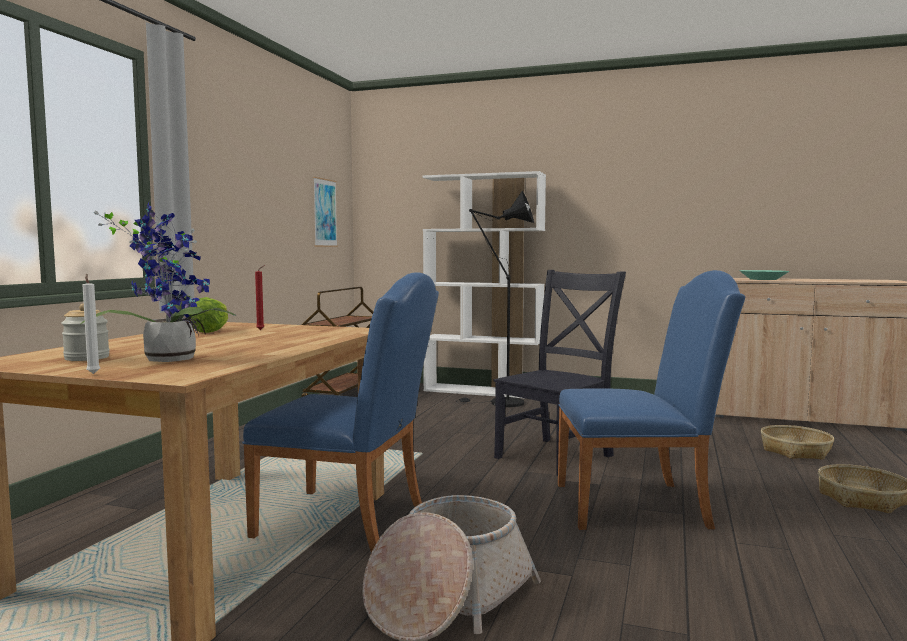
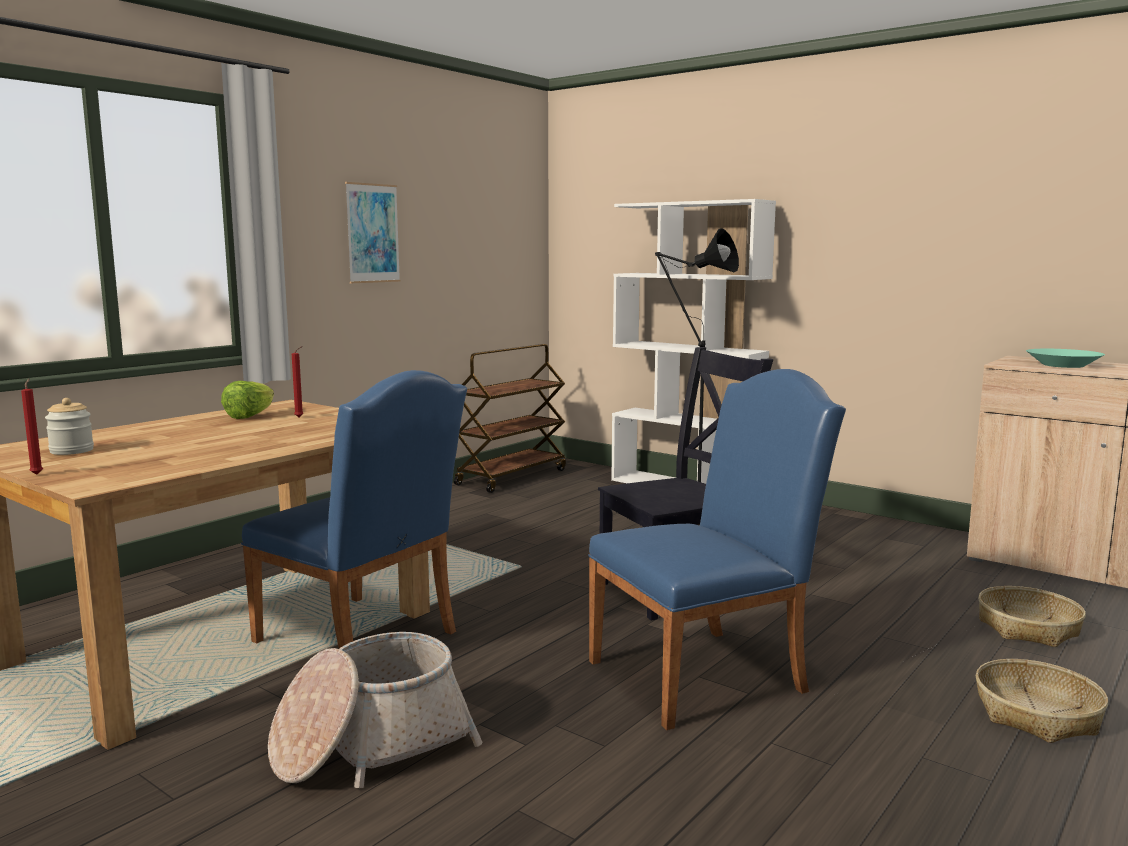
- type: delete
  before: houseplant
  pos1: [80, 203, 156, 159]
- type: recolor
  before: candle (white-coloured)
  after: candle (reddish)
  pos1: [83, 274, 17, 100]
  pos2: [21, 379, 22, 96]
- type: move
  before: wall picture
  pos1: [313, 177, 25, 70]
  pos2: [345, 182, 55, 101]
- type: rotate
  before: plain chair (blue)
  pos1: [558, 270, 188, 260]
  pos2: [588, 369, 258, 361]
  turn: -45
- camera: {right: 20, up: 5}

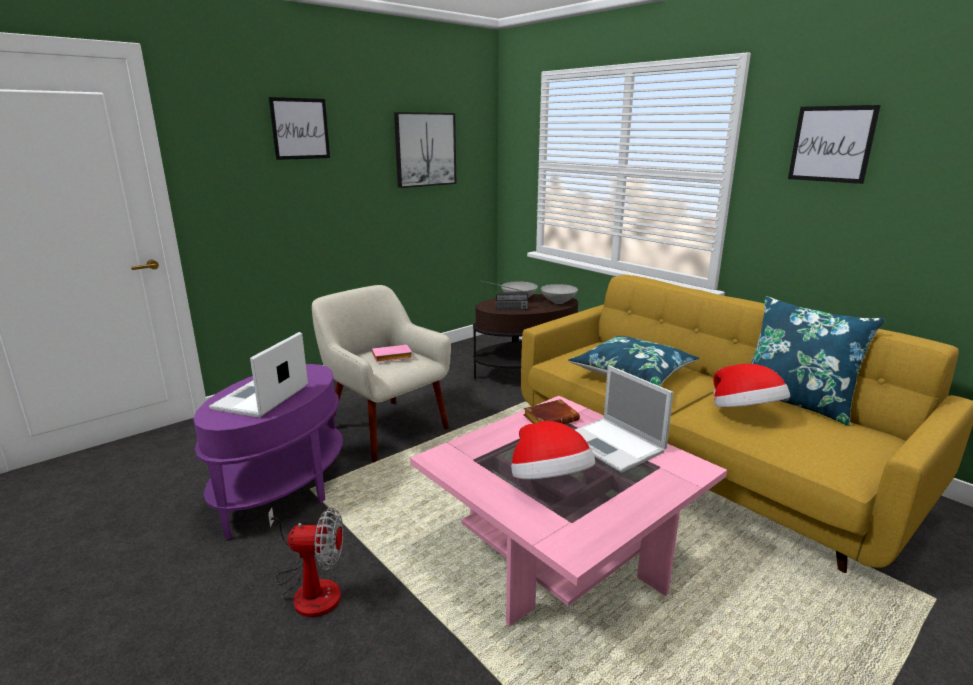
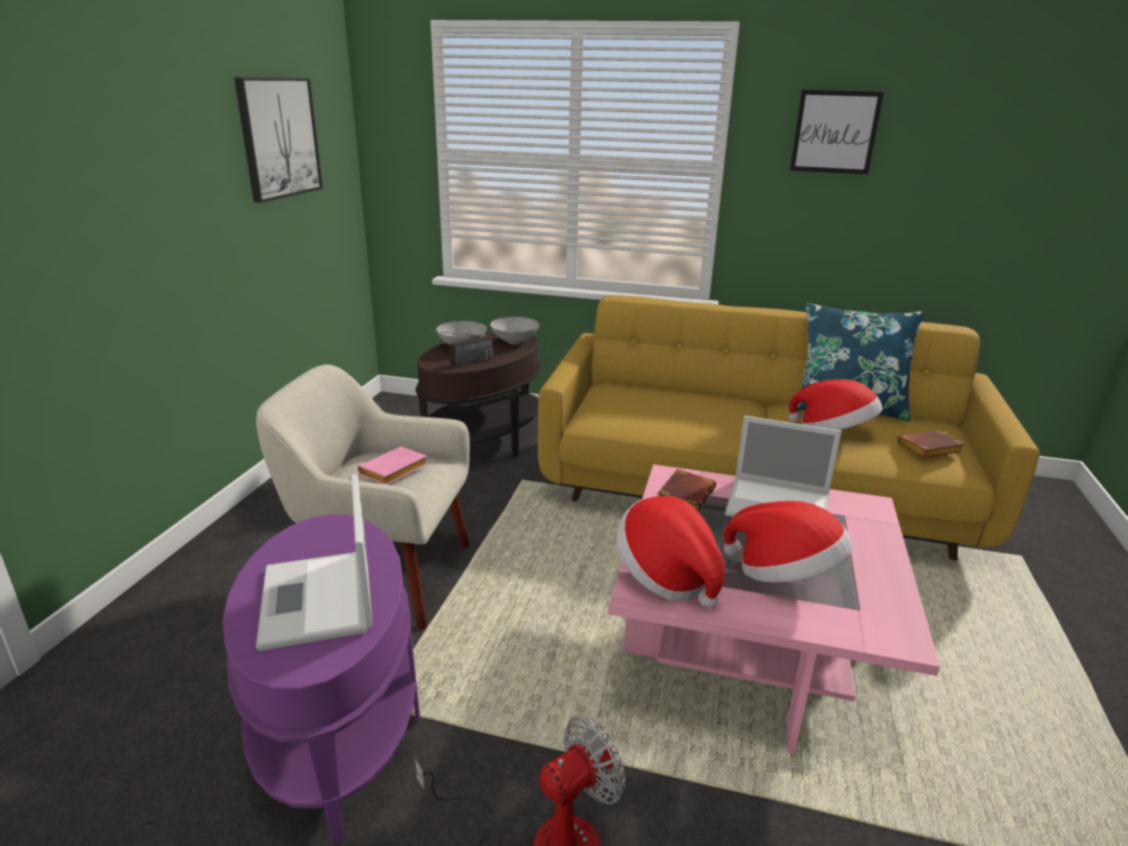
- type: delete
  before: wall picture
  pos1: [269, 97, 61, 63]
- type: delete
  before: pillow (blue)
  pos1: [568, 336, 131, 50]
- type: insert
  after: clothing hat
  pos2: [616, 496, 109, 112]
- type: insert
  after: volume (brownish)
  pos2: [897, 430, 68, 28]
- camera: {right: -35, up: 5}

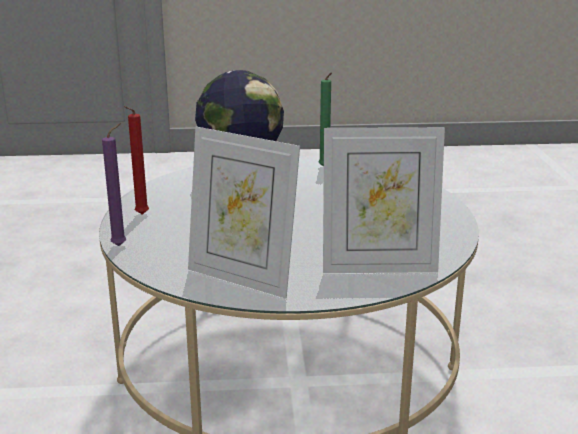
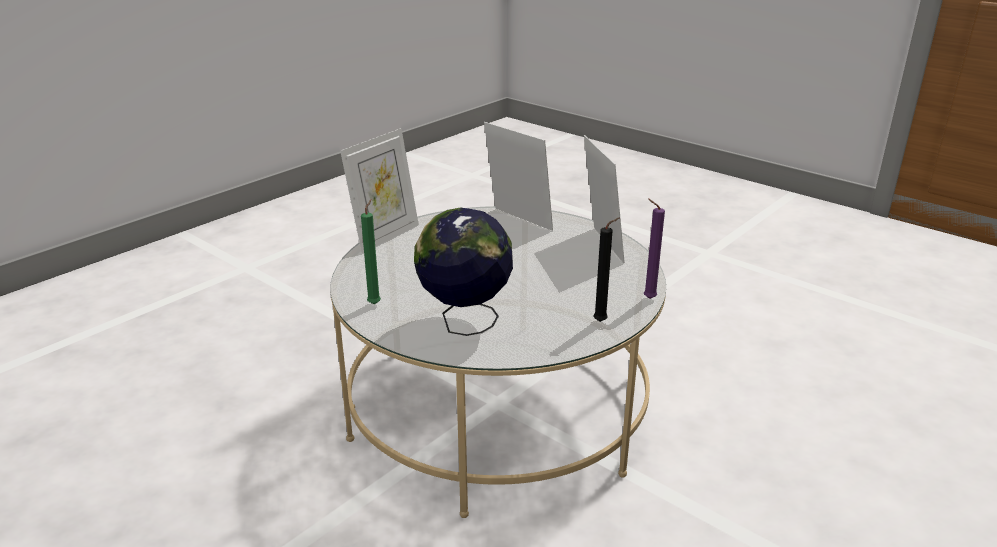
- type: recolor
  before: candle (reddish)
  after: candle (black-coloured)
  pos1: [124, 106, 25, 109]
  pos2: [593, 218, 26, 104]
- type: insert
  after: photo frame
  pos2: [340, 128, 79, 125]
- camera: {right: -135, up: 5}

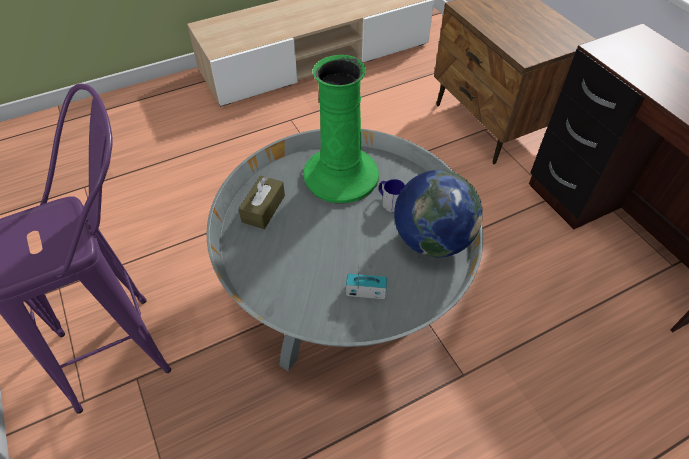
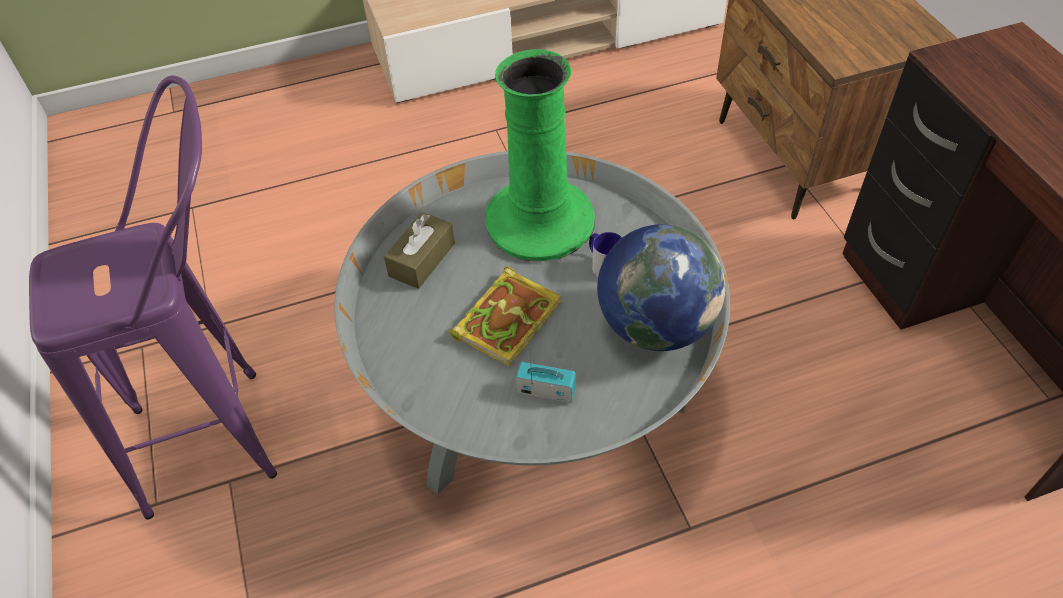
- type: insert
  after: volume
  pos2: [449, 267, 112, 99]
- camera: {right: 10, up: 0}

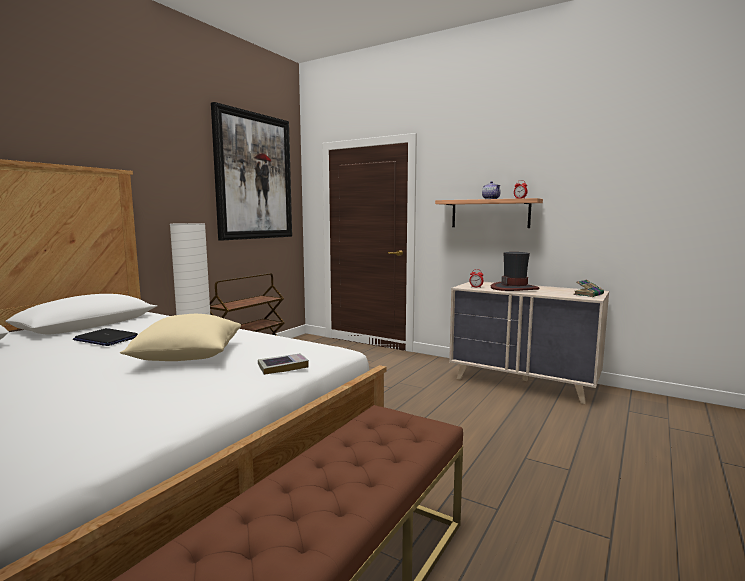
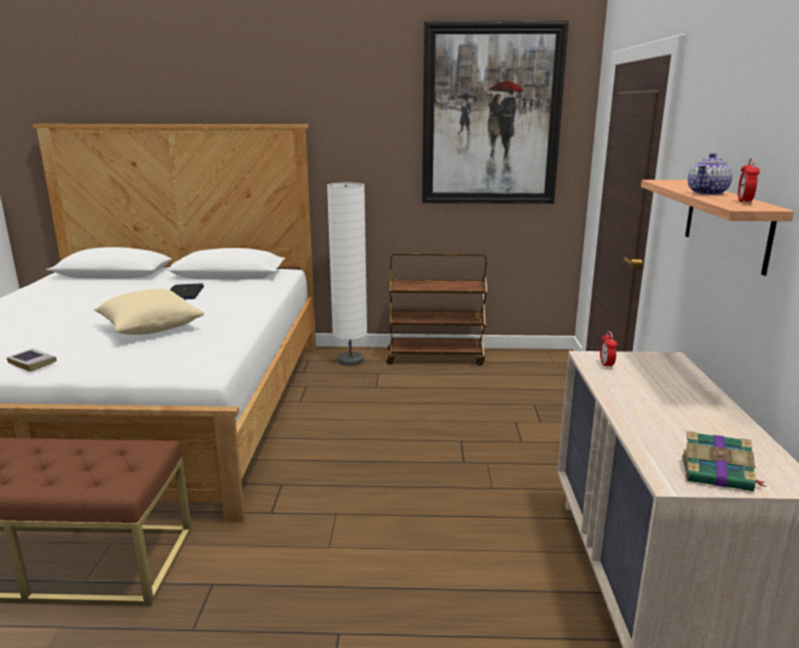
- type: move
  before: volume
  pos1: [258, 353, 51, 22]
  pos2: [7, 348, 50, 24]
- type: delete
  before: clothing hat
  pos1: [491, 252, 49, 39]
- camera: {right: 60, up: 10}

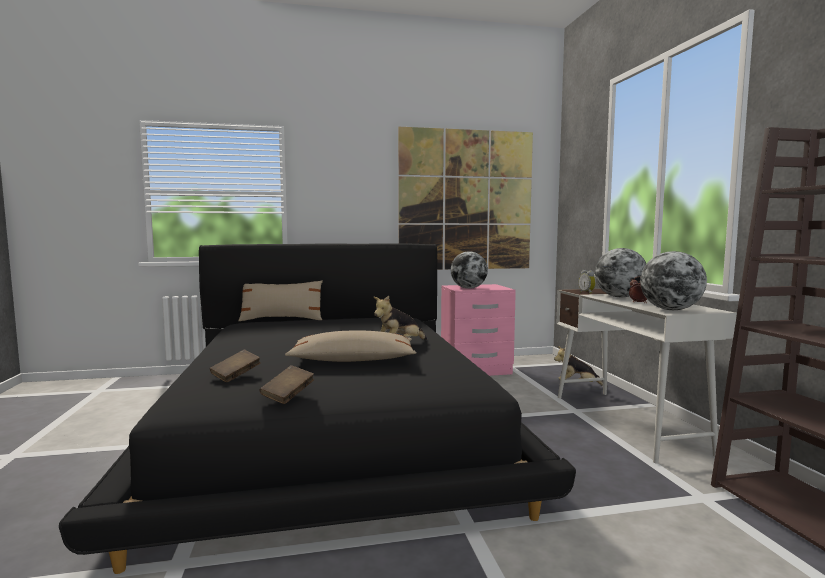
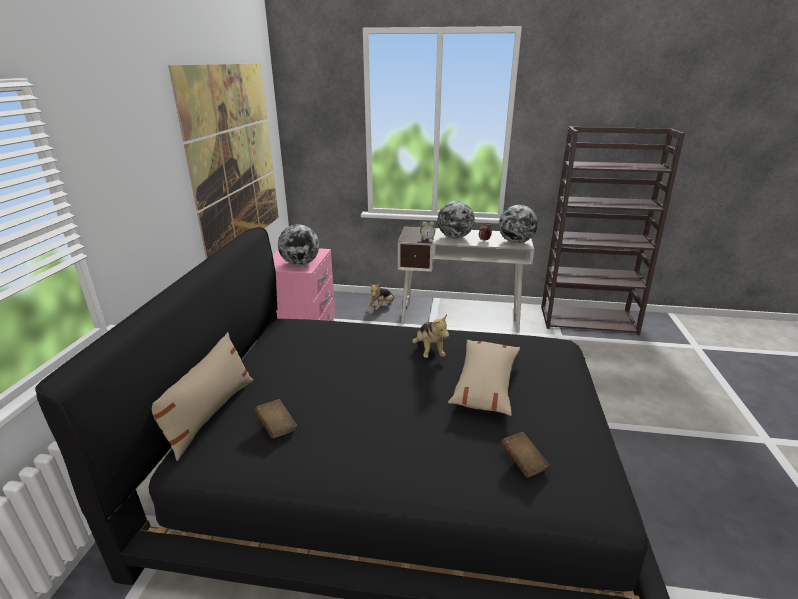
- type: move
  before: volume (brownish)
  pos1: [260, 365, 54, 39]
  pos2: [254, 399, 43, 40]
- camera: {right: -70, up: 20}

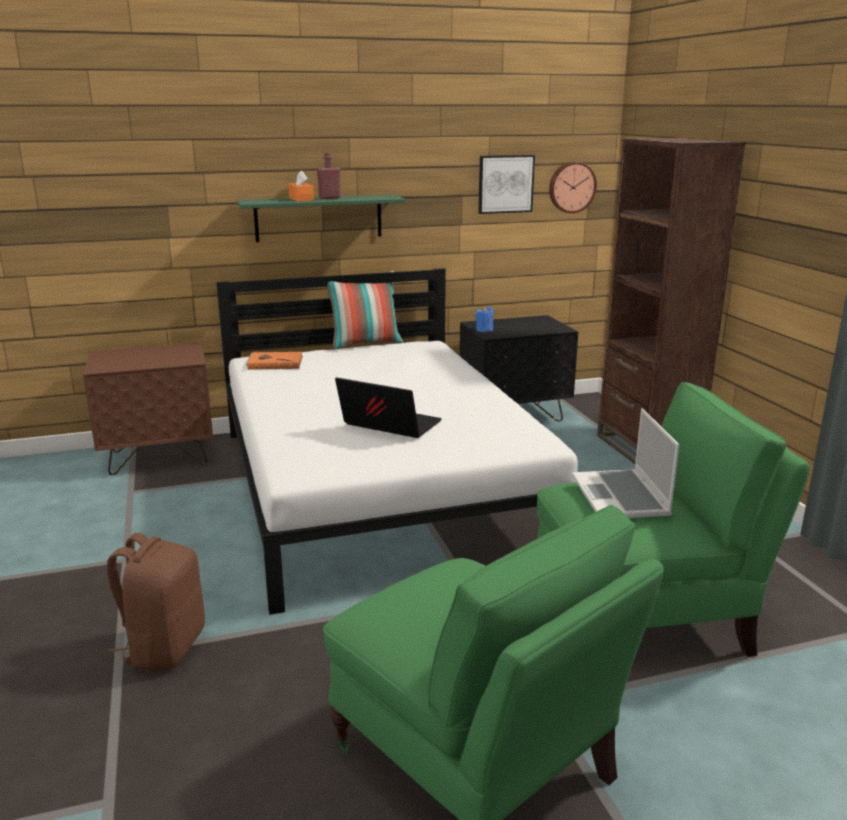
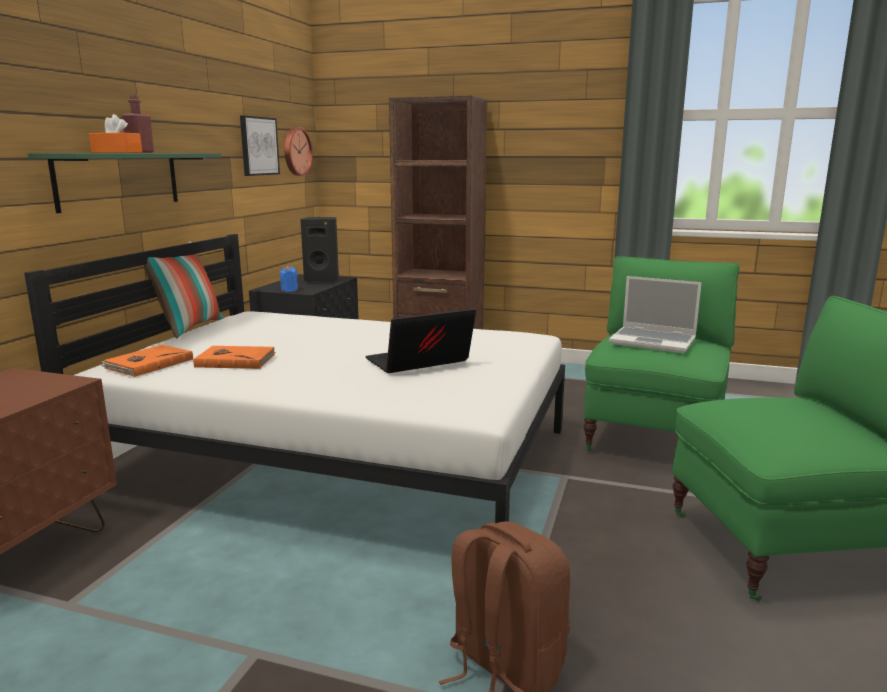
- type: insert
  after: volume (orange)
  pos2: [193, 346, 83, 23]
- type: insert
  after: speaker (black-coloured)
  pos2: [300, 217, 39, 66]
- camera: {right: -55, up: -5}

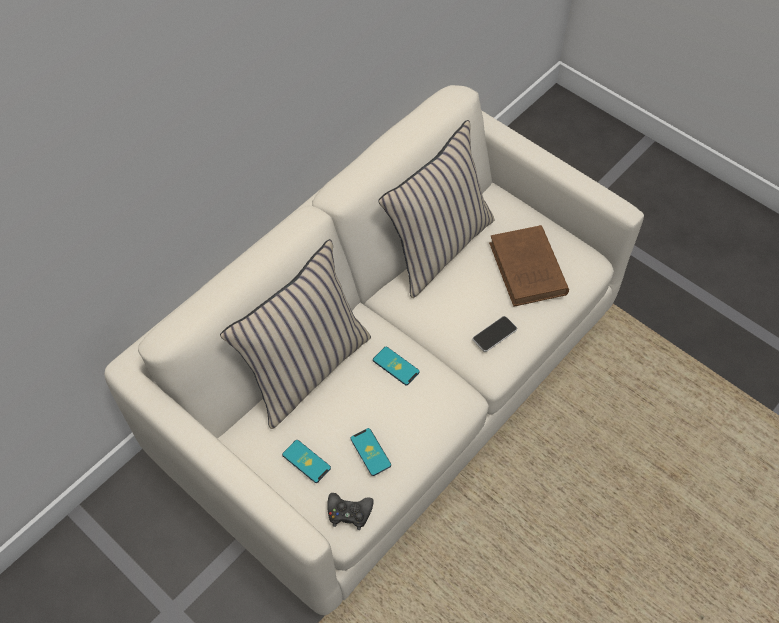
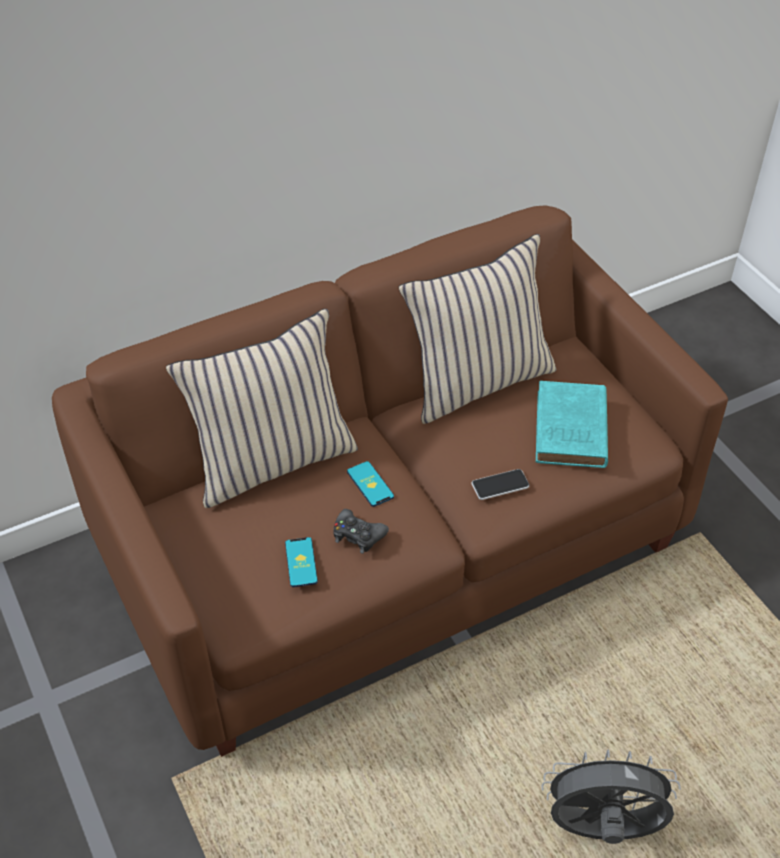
- type: recolor
  before: couch (white-coloured)
  after: couch (brownish)
  pos1: [104, 85, 540, 530]
  pos2: [52, 205, 676, 552]
- type: delete
  before: telephone
  pos1: [282, 440, 49, 43]
- type: move
  before: joypad (black-coloured)
  pos1: [327, 493, 47, 37]
  pos2: [333, 509, 56, 45]
- type: recolor
  before: volume (brownish)
  after: volume (blue-green)
  pos1: [489, 225, 80, 81]
  pos2: [536, 381, 72, 87]
- type: insert
  after: cooling fan (grey)
  pos2: [542, 750, 139, 94]
- camera: {right: 20, up: -10}

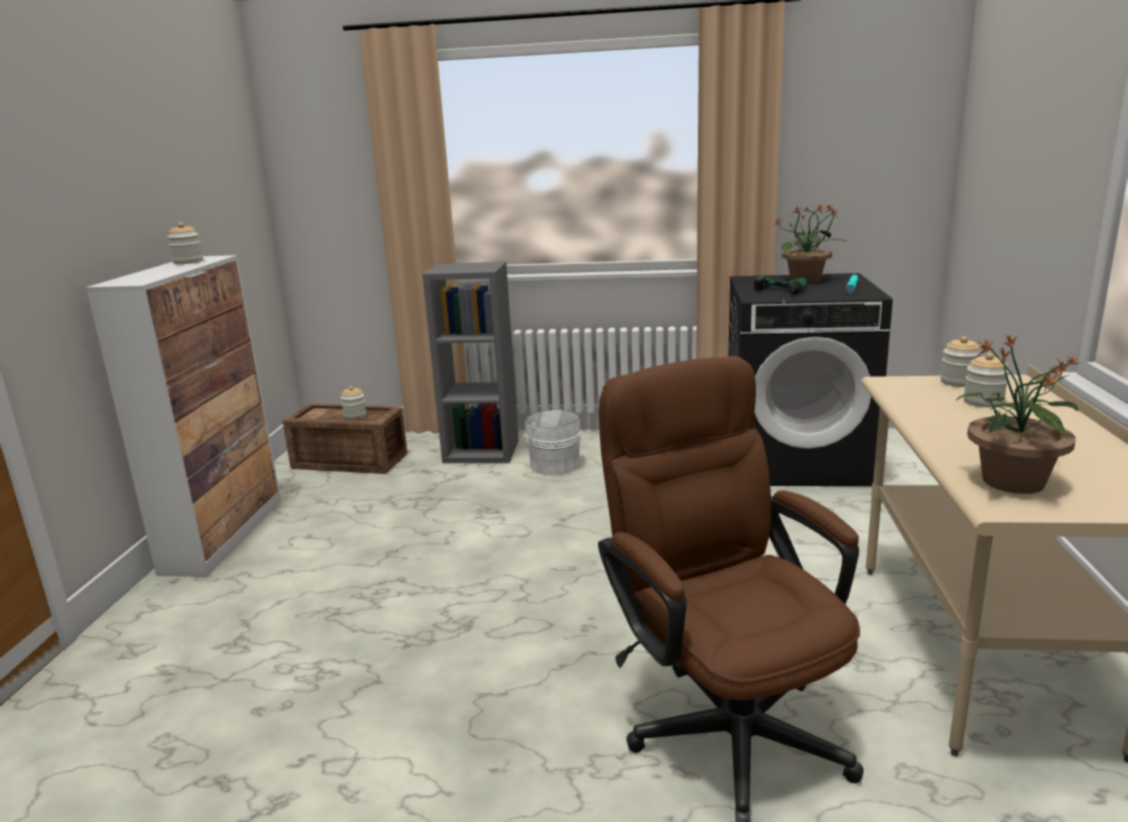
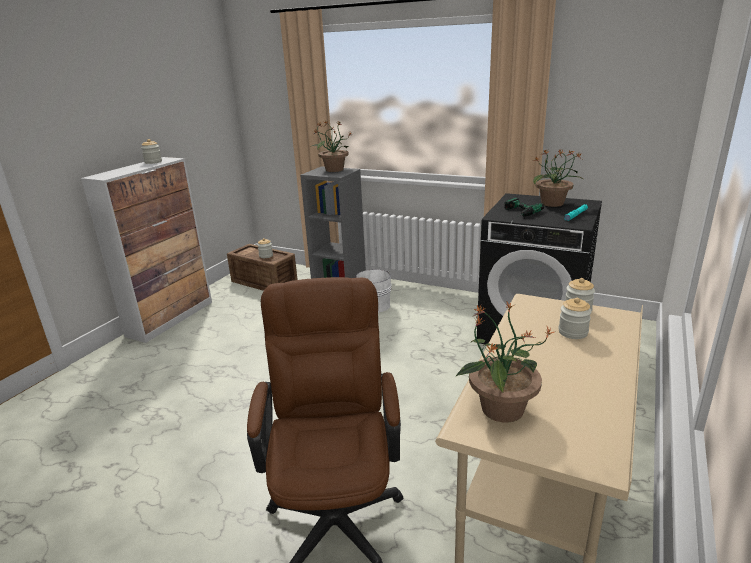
- type: insert
  after: houseplant
  pos2: [310, 121, 43, 51]
- camera: {right: 20, up: 5}

